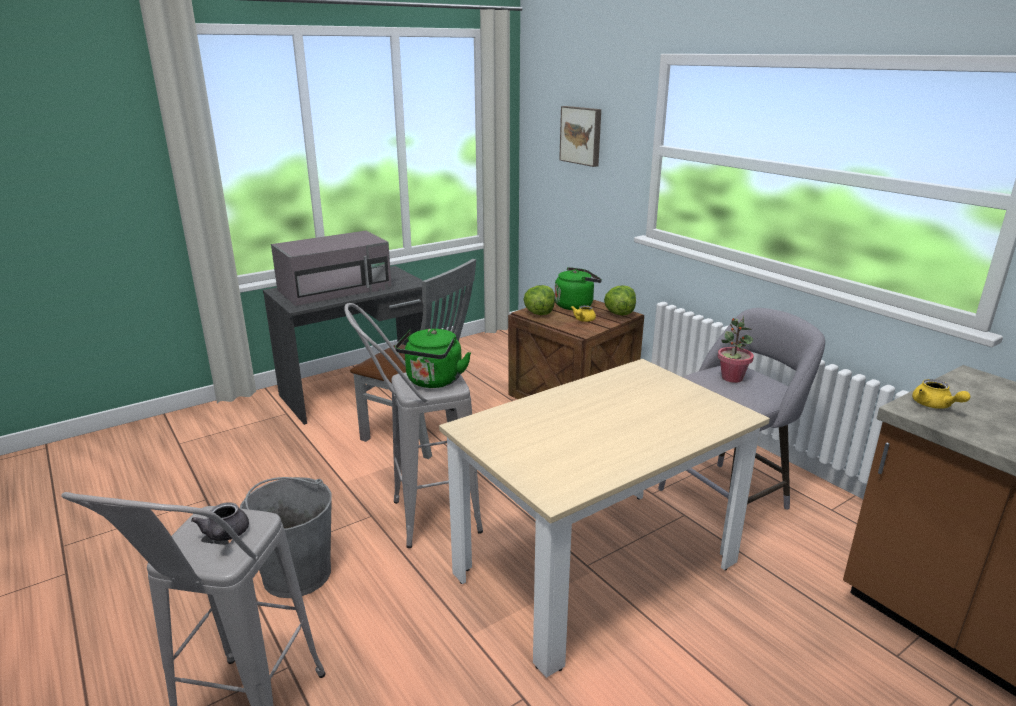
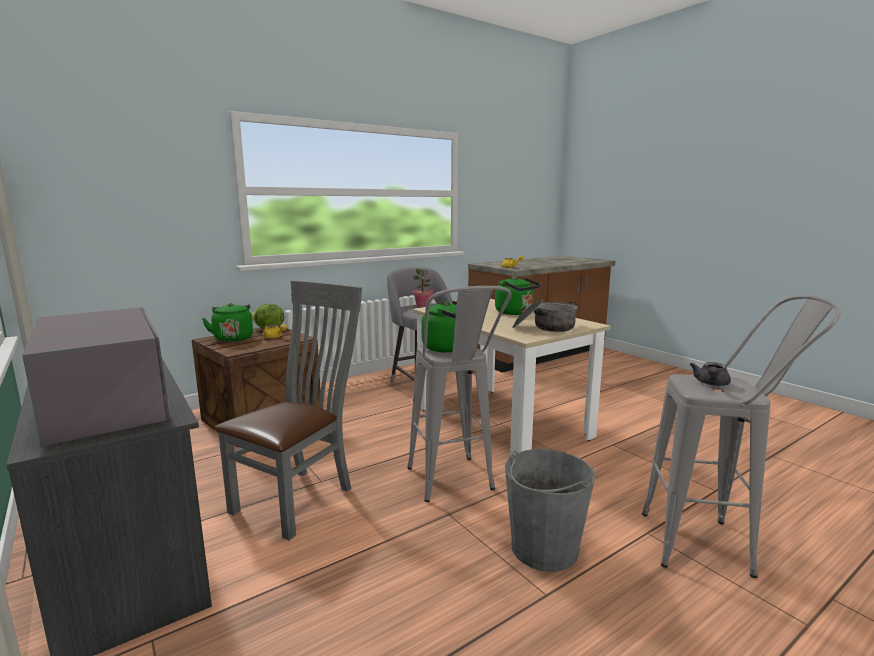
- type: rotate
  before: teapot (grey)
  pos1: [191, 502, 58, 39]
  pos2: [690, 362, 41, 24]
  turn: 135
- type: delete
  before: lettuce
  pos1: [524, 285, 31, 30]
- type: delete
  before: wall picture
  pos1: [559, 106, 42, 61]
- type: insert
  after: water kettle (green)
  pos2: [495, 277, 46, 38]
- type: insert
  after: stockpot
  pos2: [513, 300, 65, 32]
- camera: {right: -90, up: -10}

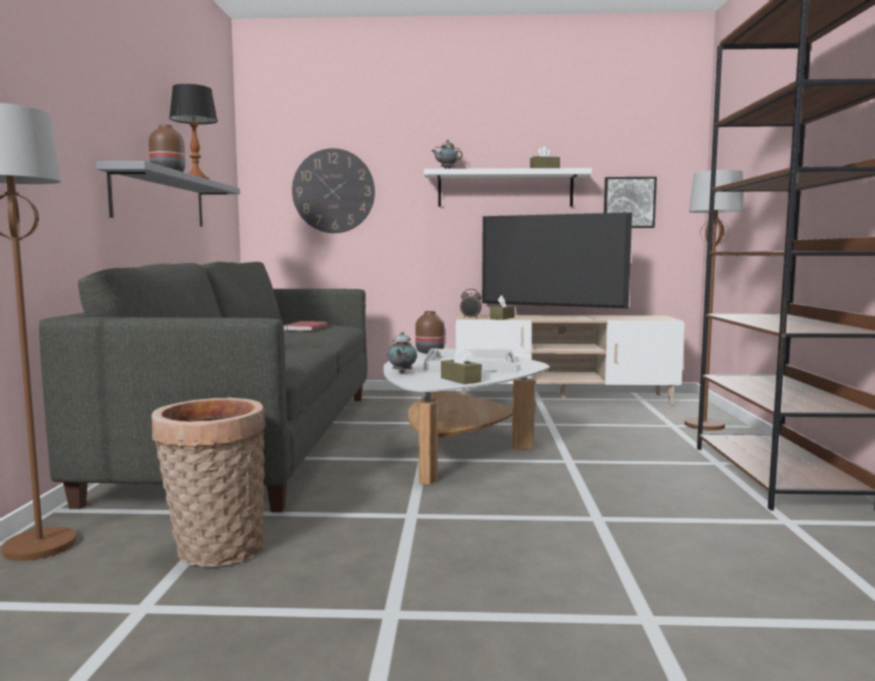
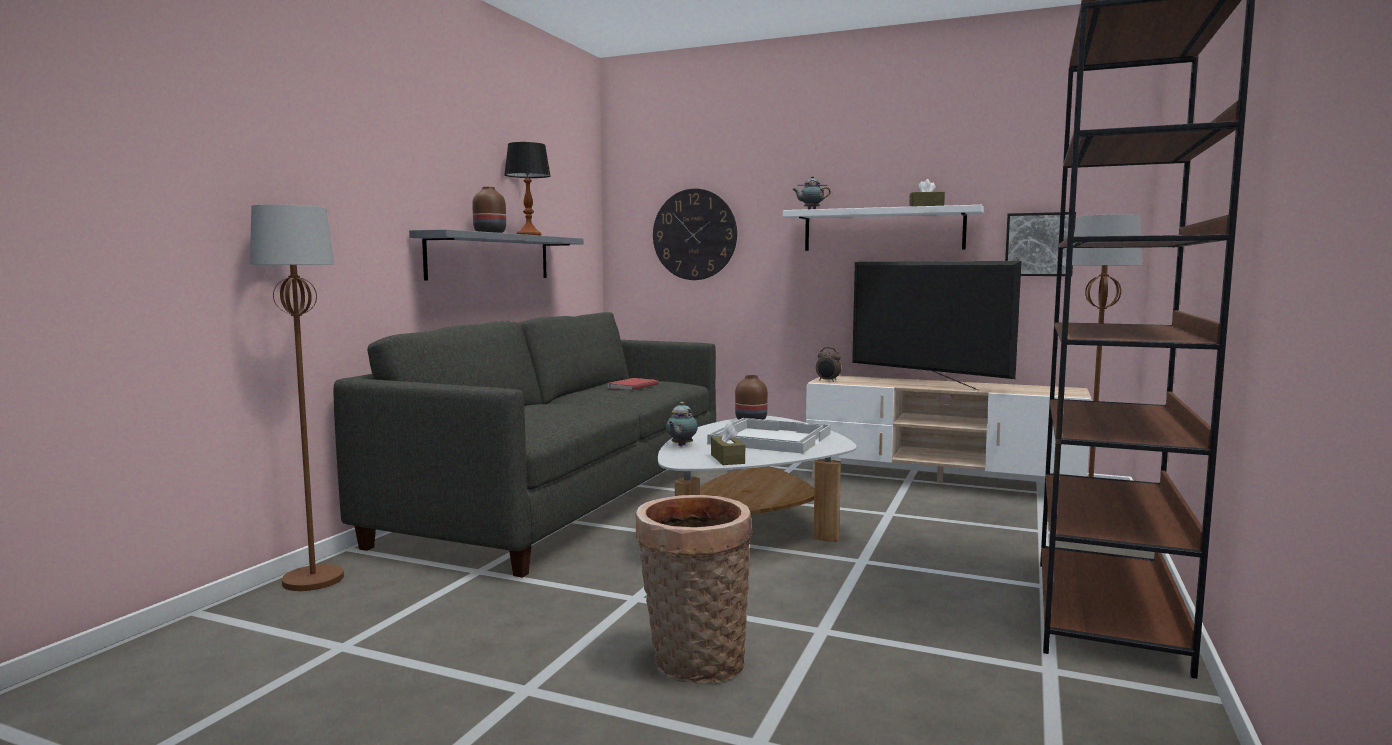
- type: move
  before: basket
  pos1: [151, 397, 115, 170]
  pos2: [636, 495, 117, 188]
- type: delete
  before: tissue holder (brownish)
  pos1: [490, 295, 25, 25]
- camera: {right: 20, up: 0}

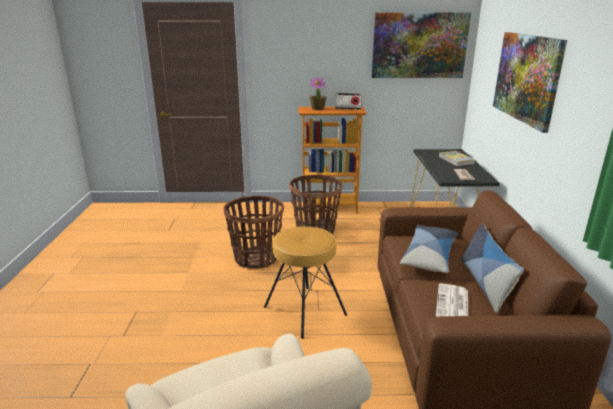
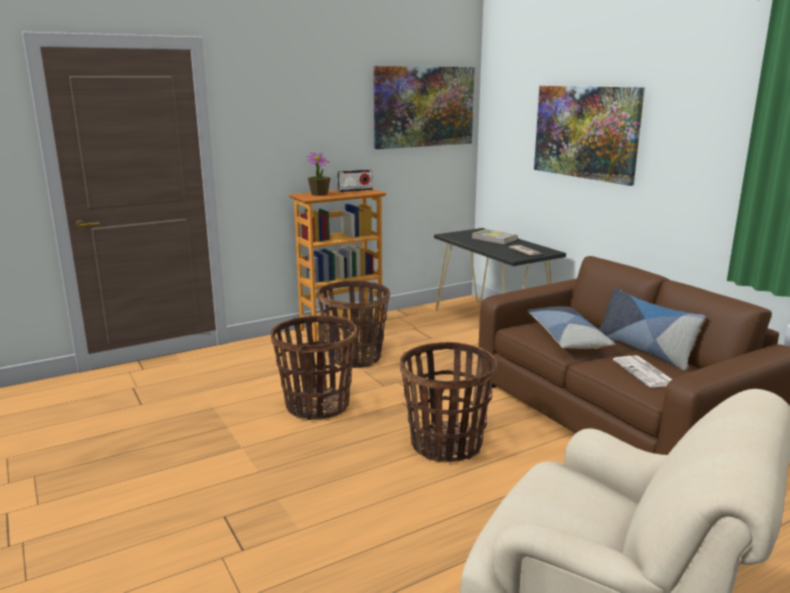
- type: replace
  before: stool seat (brownish)
  after: basket
  pos1: [264, 227, 83, 112]
  pos2: [400, 342, 97, 120]
- camera: {right: -30, up: -5}

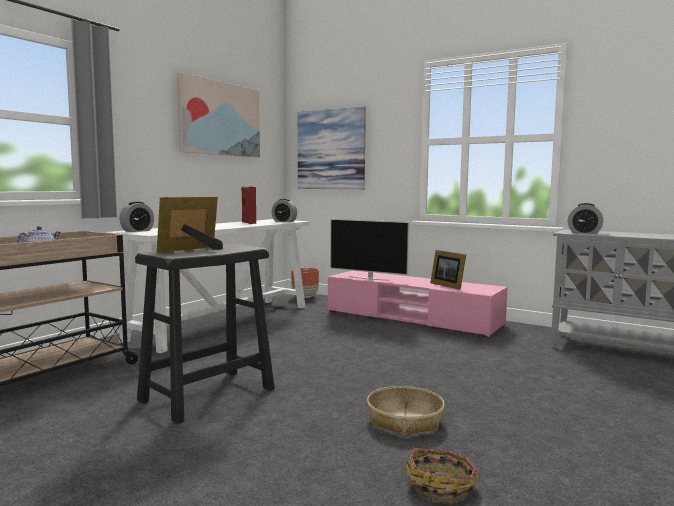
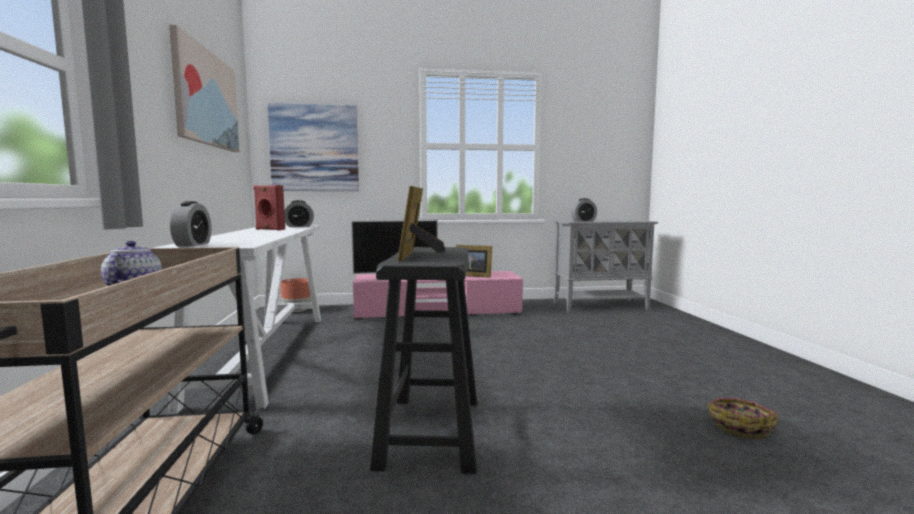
- type: delete
  before: basket
  pos1: [367, 386, 78, 51]
- camera: {right: -40, up: 0}

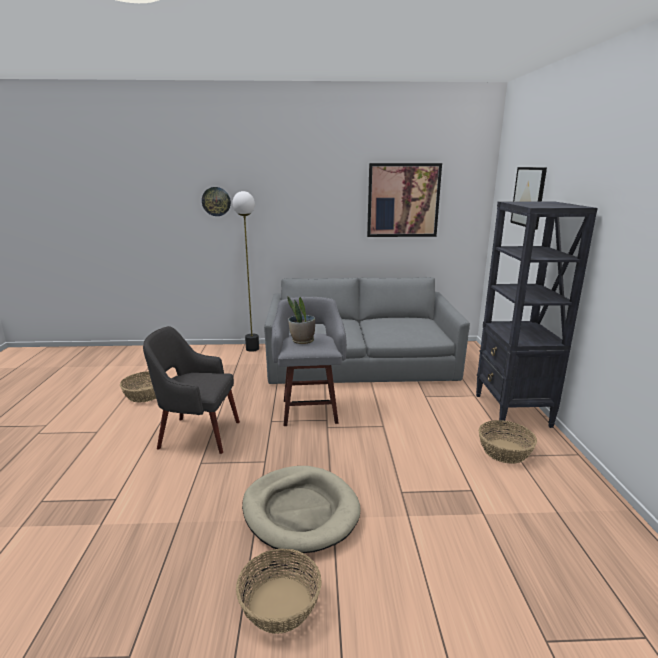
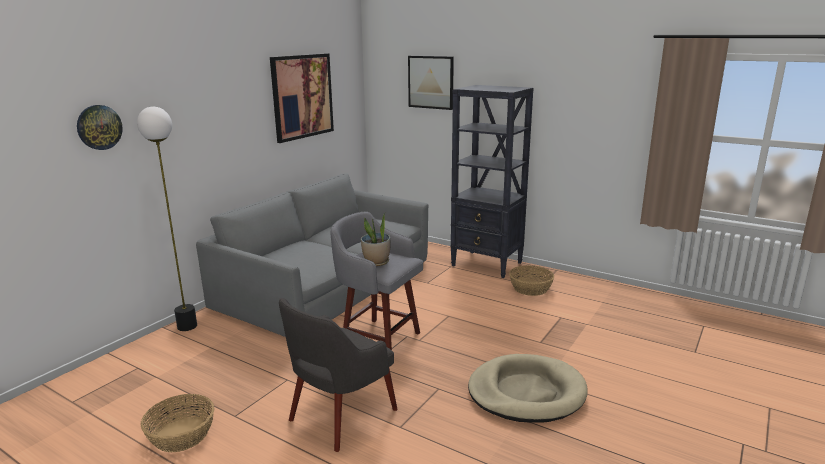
- type: delete
  before: basket
  pos1: [236, 549, 86, 85]
- camera: {right: -55, up: 0}

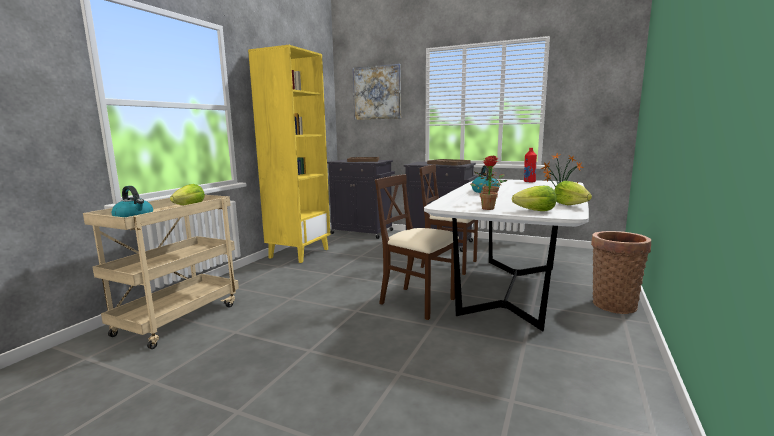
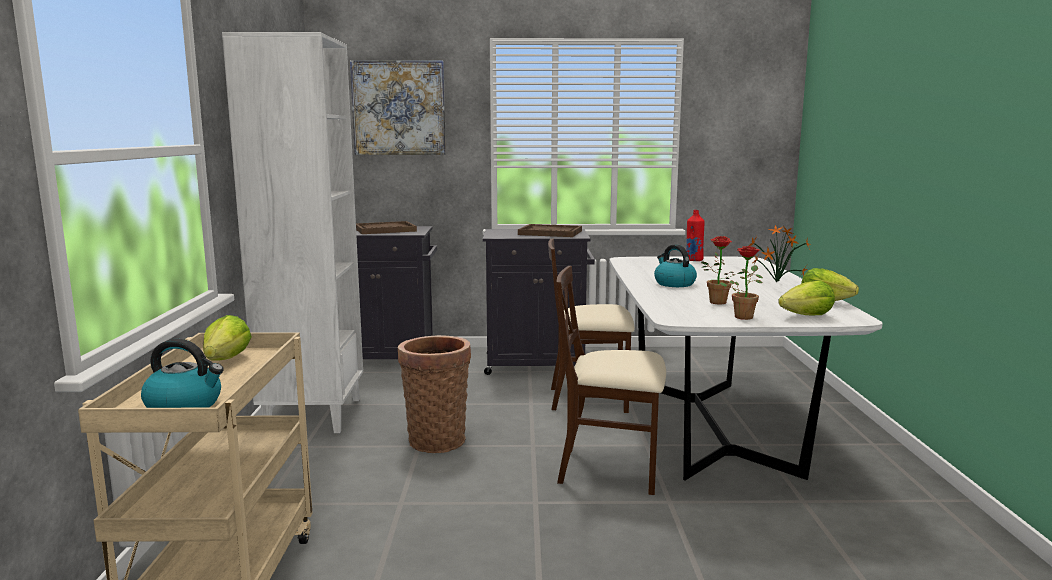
- type: recolor
  before: bookcase (yellow-coloured)
  after: bookcase (white-coloured)
  pos1: [248, 45, 82, 218]
  pos2: [222, 32, 141, 401]
- type: move
  before: basket
  pos1: [591, 231, 60, 83]
  pos2: [398, 335, 73, 118]
- camera: {right: -25, up: 0}

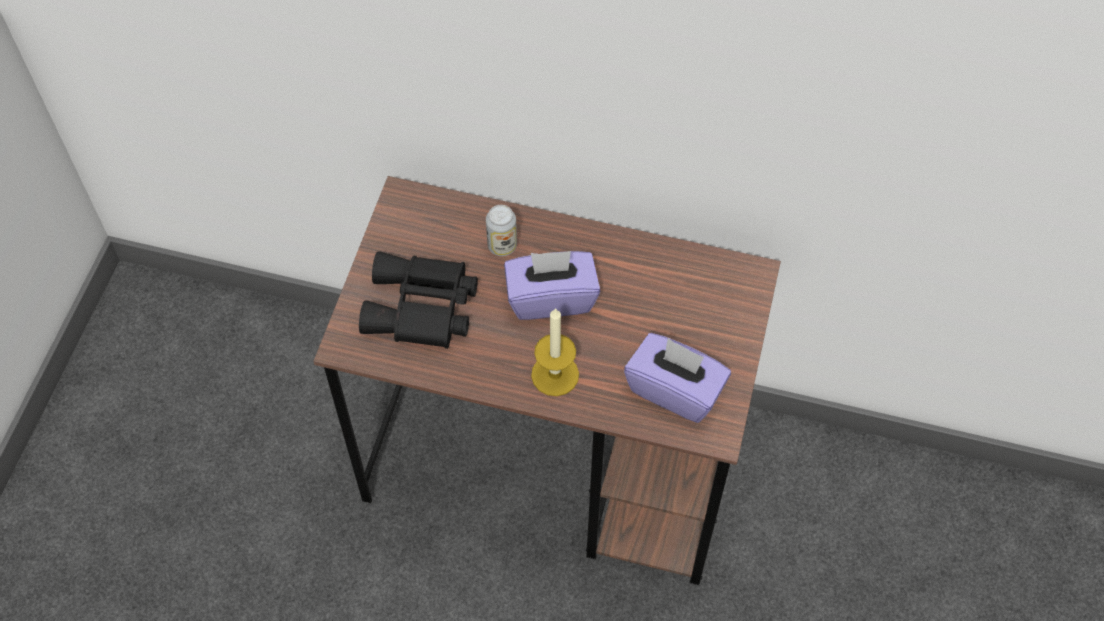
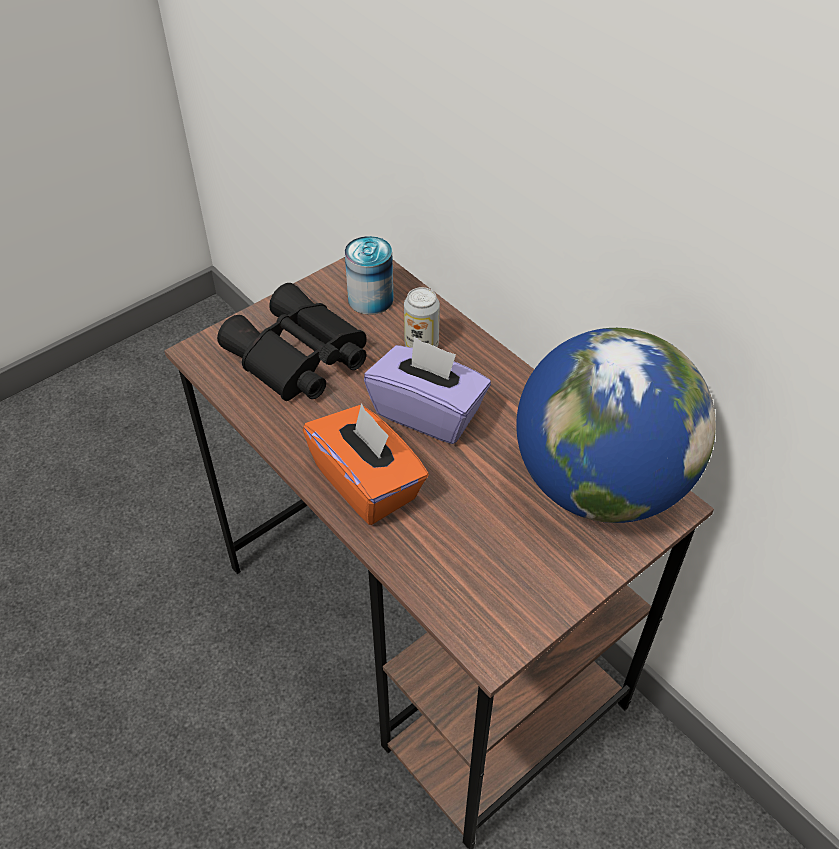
- type: replace
  before: candle
  after: tissue holder (orange)
  pos1: [531, 308, 48, 88]
  pos2: [303, 403, 126, 122]
- type: delete
  before: tissue holder (purple-coloured)
  pos1: [624, 333, 107, 90]
- type: insert
  after: metal can
  pos2: [345, 236, 49, 79]
- type: insert
  after: world globe
  pos2: [516, 328, 200, 195]
- camera: {right: 35, up: -10}

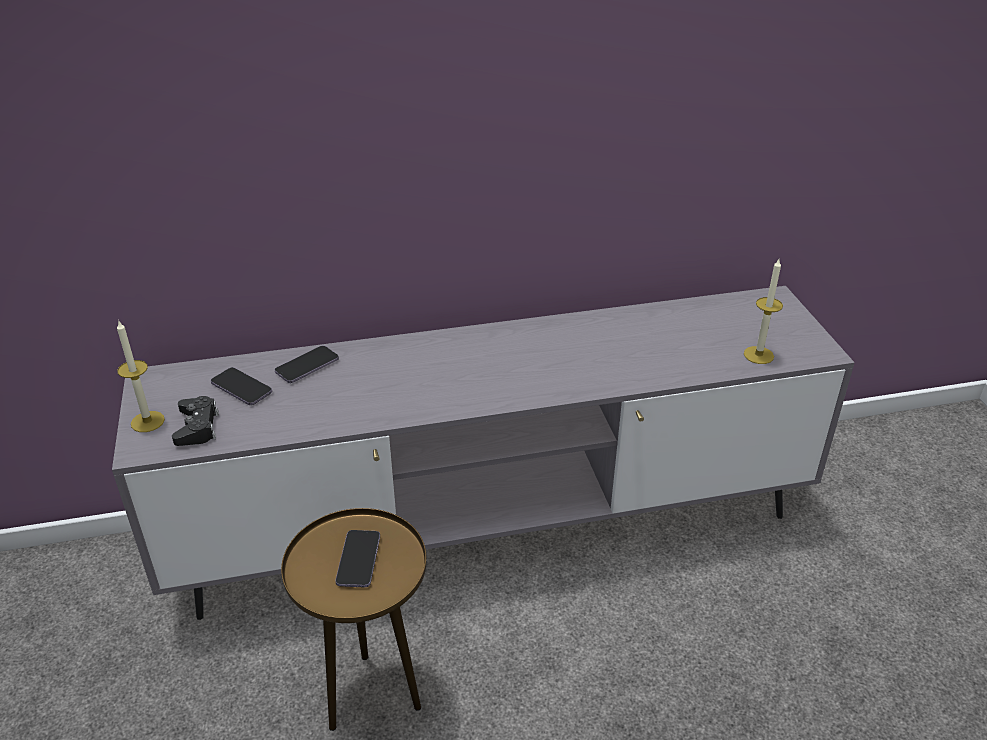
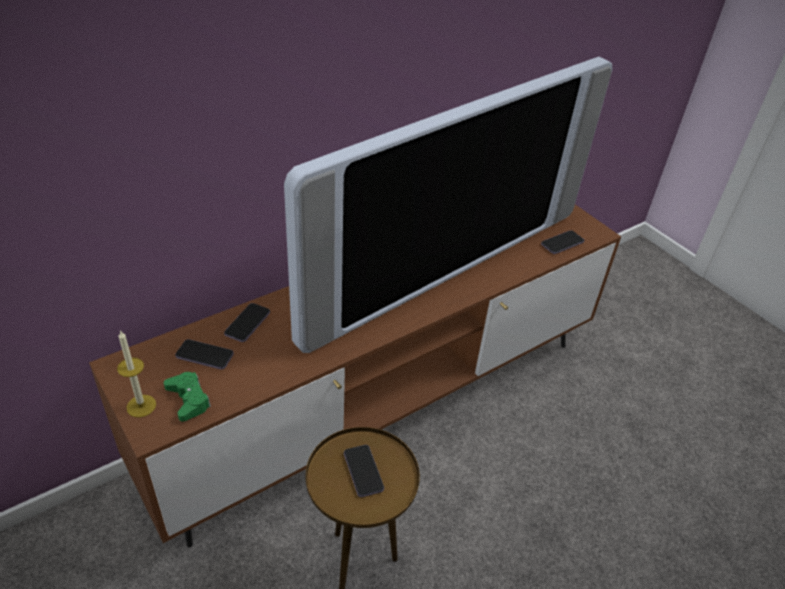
- type: recolor
  before: tv stand (grey)
  after: tv stand (brownish)
  pos1: [112, 286, 743, 334]
  pos2: [89, 205, 532, 343]
- type: recolor
  before: joypad (black-coloured)
  after: joypad (green)
  pos1: [172, 396, 47, 50]
  pos2: [164, 372, 47, 50]
- type: replace
  before: candle
  after: telephone
  pos1: [744, 259, 39, 105]
  pos2: [541, 230, 43, 24]
- type: insert
  after: TV
  pos2: [284, 57, 328, 296]
- camera: {right: -25, up: 5}

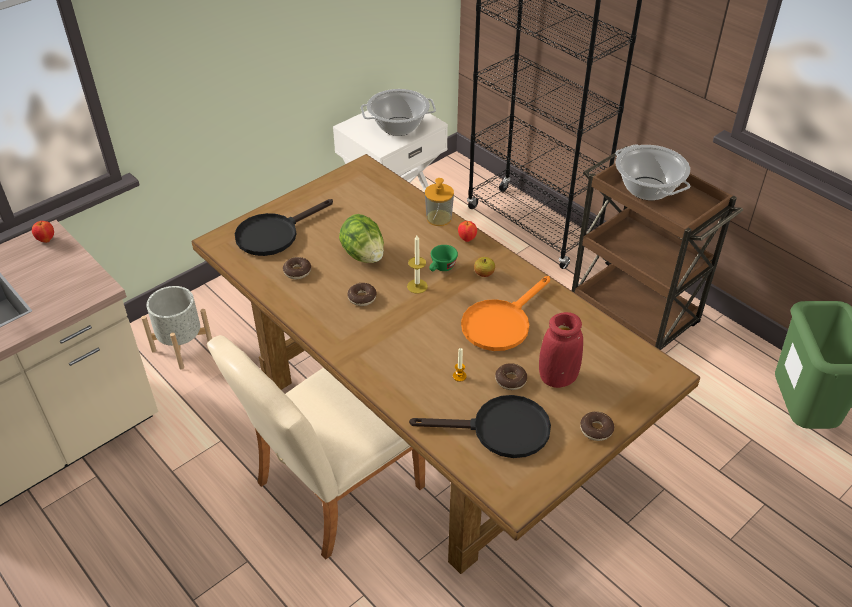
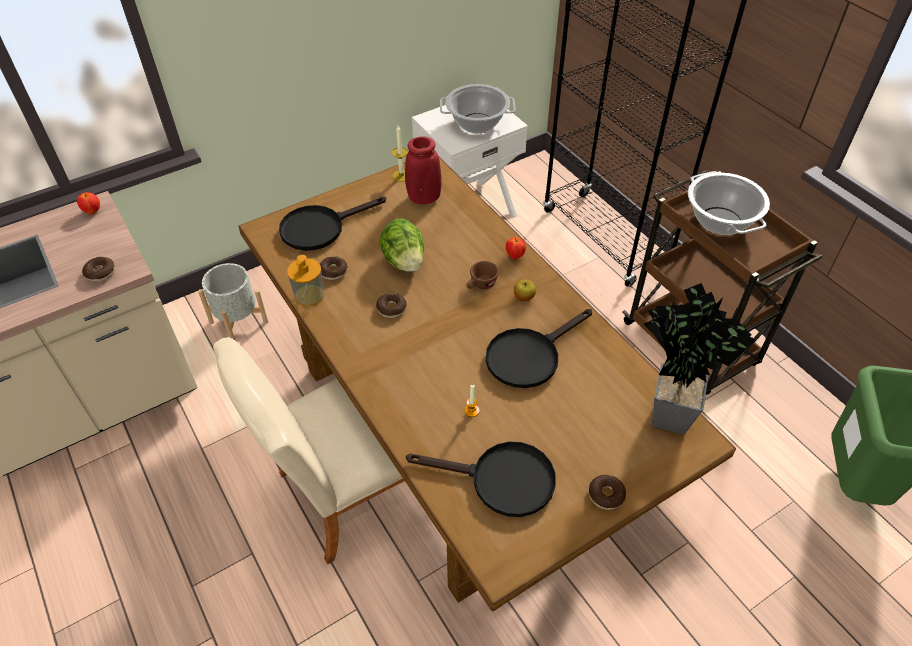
- type: move
  before: candle
  pos1: [407, 235, 21, 59]
  pos2: [392, 126, 16, 56]
- type: move
  before: soap bottle
  pos1: [425, 178, 29, 48]
  pos2: [287, 255, 37, 52]
- type: recolor
  before: cup (green)
  after: cup (brownish)
  pos1: [429, 245, 29, 26]
  pos2: [466, 261, 33, 28]
- type: recolor
  before: frying pan (orange)
  after: frying pan (black-coloured)
  pos1: [461, 276, 89, 75]
  pos2: [486, 309, 106, 79]
- type: move
  before: donut
  pos1: [495, 363, 32, 27]
  pos2: [82, 257, 33, 25]
- type: move
  before: flower vase (reddish)
  pos1: [539, 312, 44, 76]
  pos2: [405, 137, 36, 67]
- type: insert
  after: houseplant
  pos2: [644, 283, 112, 151]
- camera: {right: 10, up: 5}

